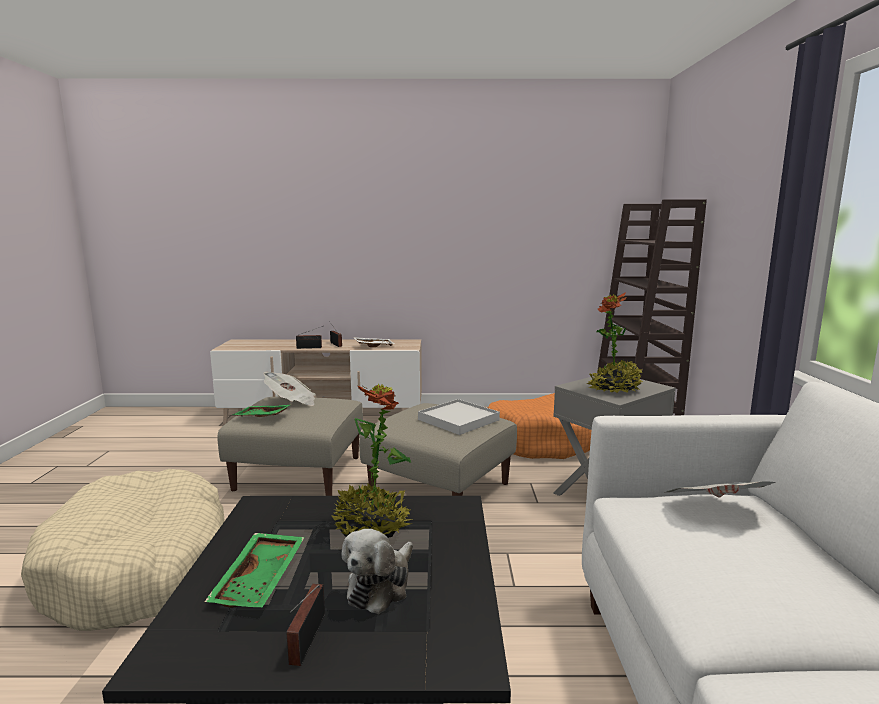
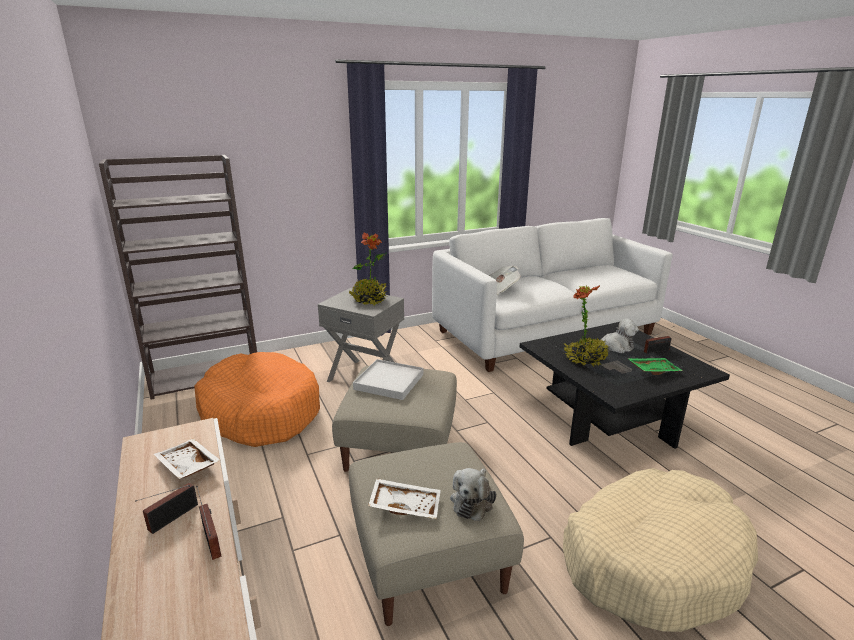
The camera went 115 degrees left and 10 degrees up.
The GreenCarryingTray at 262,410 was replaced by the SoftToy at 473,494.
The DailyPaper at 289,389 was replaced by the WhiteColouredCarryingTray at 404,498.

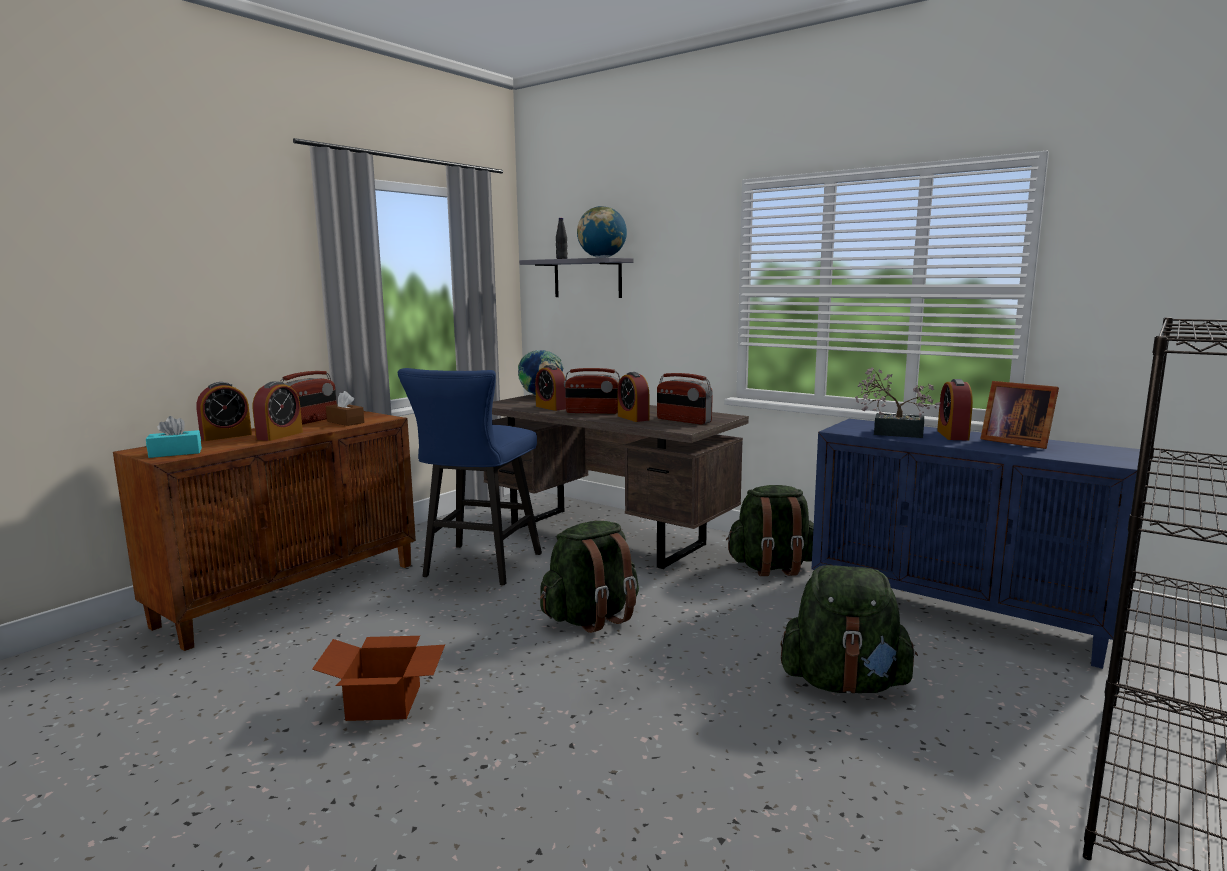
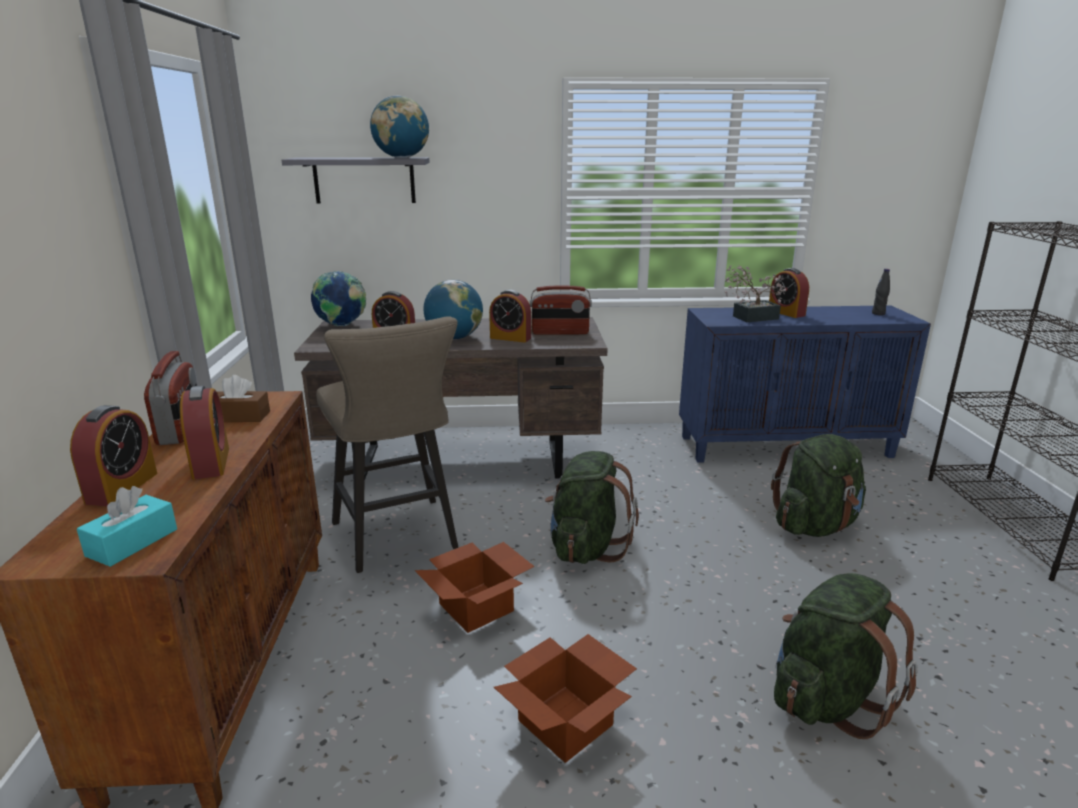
The camera went 40 degrees left and 10 degrees up.
The BlueColouredStoolSeat at 470,476 became the SandColouredStoolSeat at 387,444.
The BlackColouredBeverageBottle moved from 562,238 to 881,292.
The Radio at 592,391 was replaced by the DeskGlobe at 453,309.
The GreenKnapsack moved from 770,530 to 846,656.
The PhotoFrame at 1019,415 disappeared.
The Carton at 475,587 appeared.

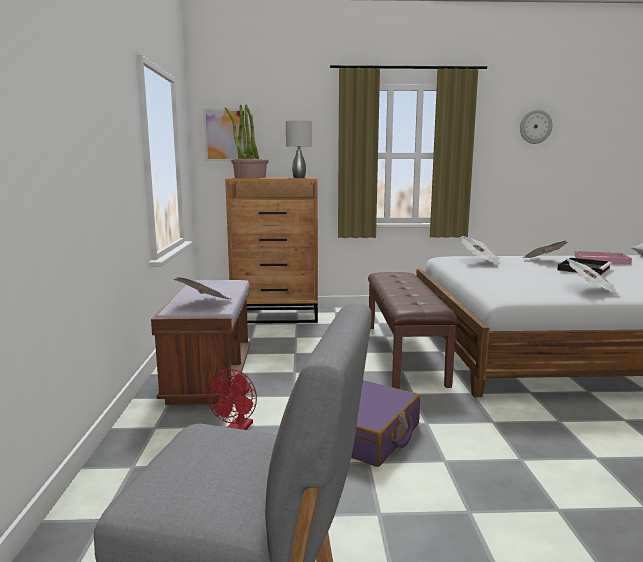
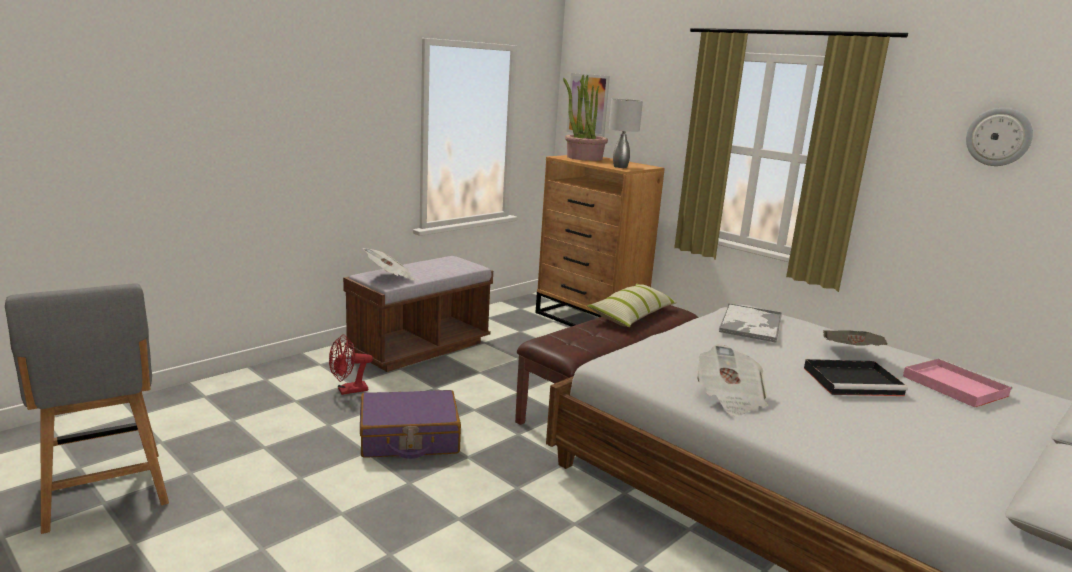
The camera went 45 degrees right and 5 degrees up.
The DailyPaper at 480,250 was replaced by the CarryingTray at 750,323.
The ThrowPillow at 632,305 appeared.

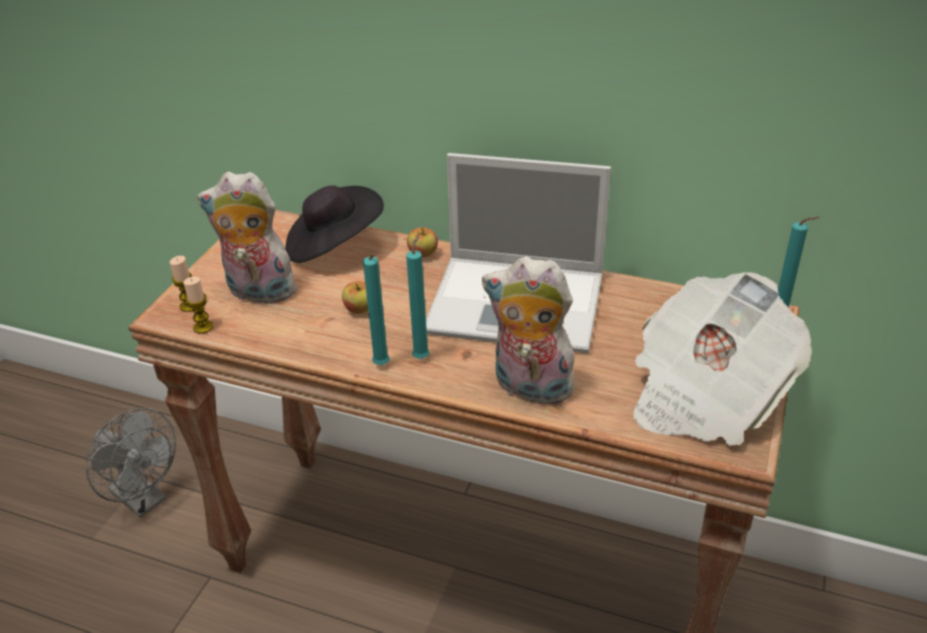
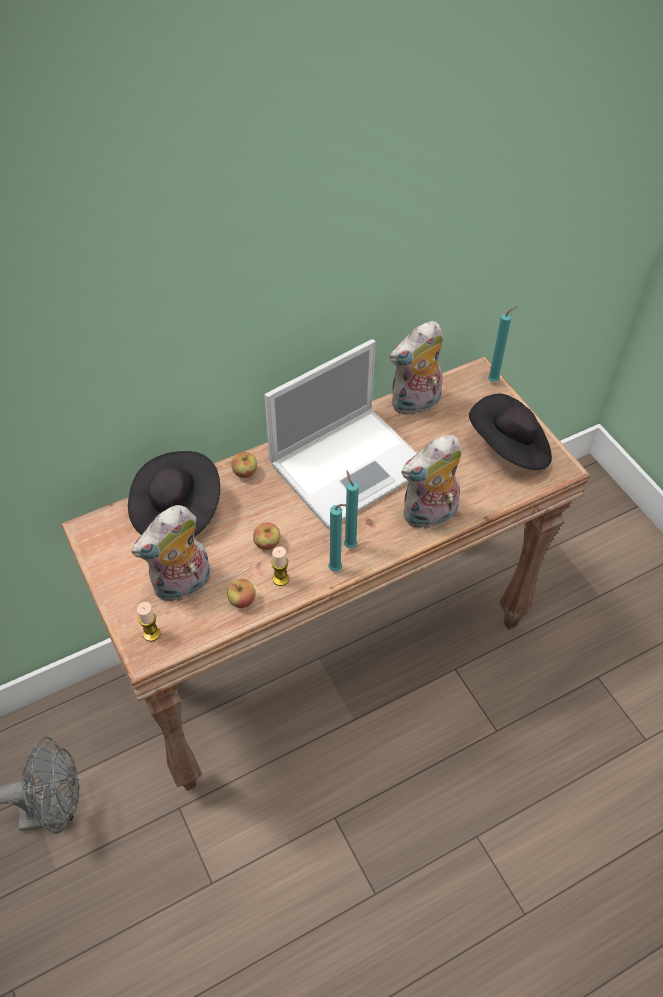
The camera went 50 degrees left and 15 degrees up.
The WaxLight moved from 198,305 to 280,566.
The DailyPaper at 722,359 was replaced by the BlackColouredClothingHat at 510,432.
The WholeApple at 241,593 appeared.
The SoftToy at 416,368 appeared.

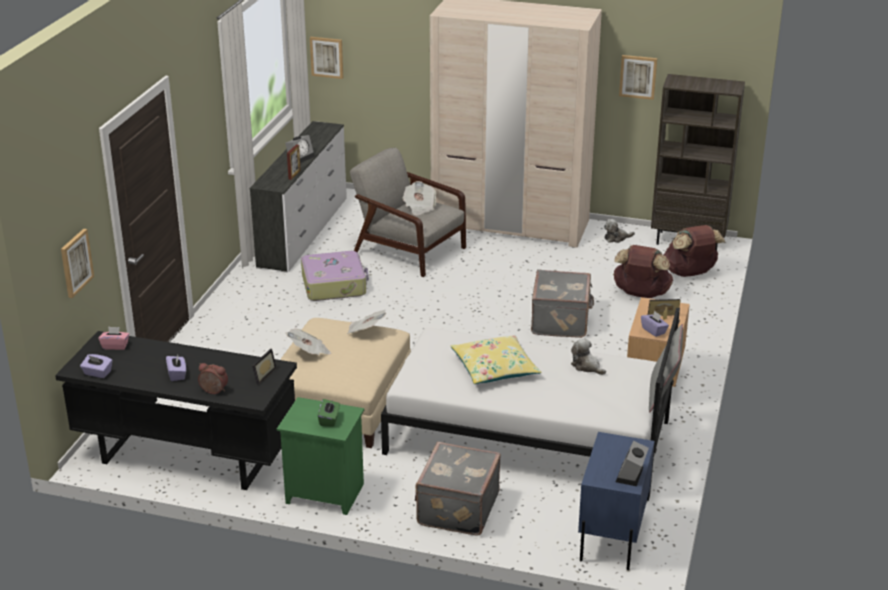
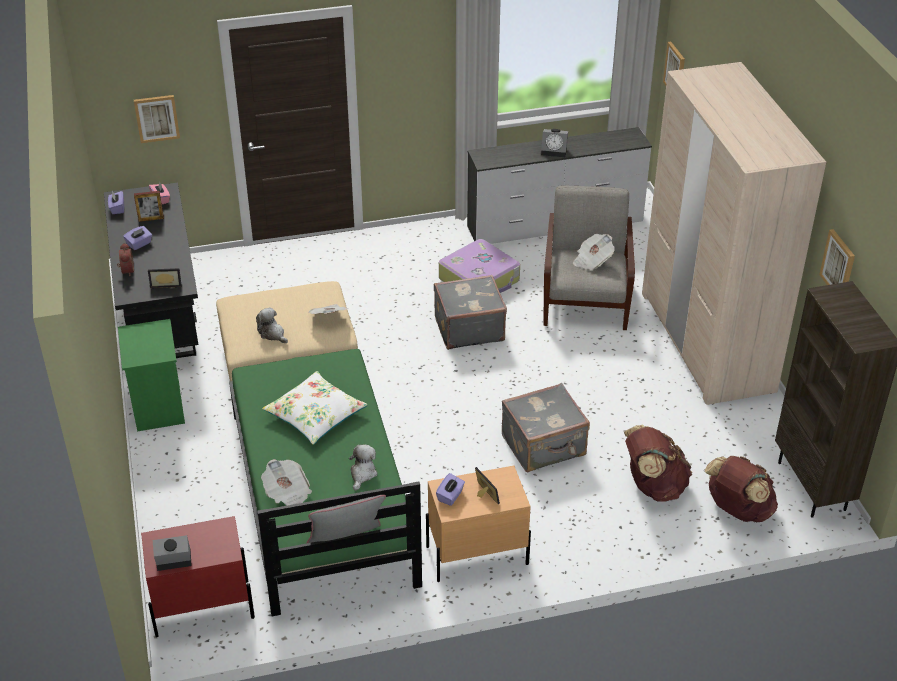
The camera went 60 degrees right and 10 degrees up.
The DailyPaper moved from 309,342 to 286,482.
The PhotoFrame moved from 294,162 to 149,206.
The GreenTissueBox at 329,413 disappeared.
The WhiteColouredSleepingBed at 530,404 became the GreenSleepingBed at 325,482.
The GreySuitcase moved from 458,489 to 470,312.
The YellowColouredThrowPillow at 496,359 became the WhiteColouredThrowPillow at 315,408.
The BlueColouredBedsideTable at 616,501 became the ReddishBedsideTable at 198,576.
The SoftToy moved from 619,231 to 272,325.

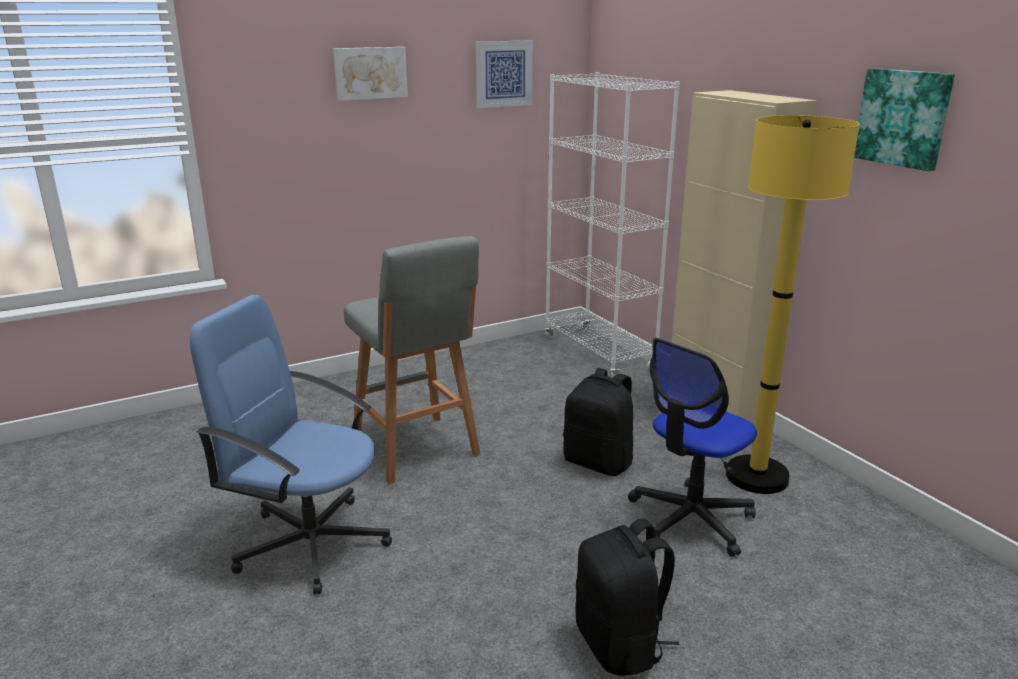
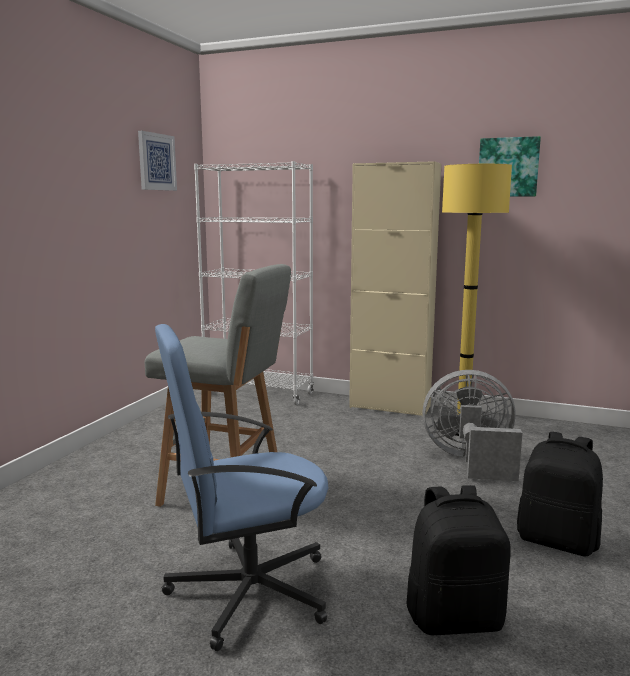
The camera went 40 degrees left and 10 degrees down.
The WallPicture at 370,74 disappeared.
The BlackColouredKnapsack moved from 598,422 to 459,560.
The OfficeChair at 692,447 was replaced by the GreyCoolingFan at 472,425.

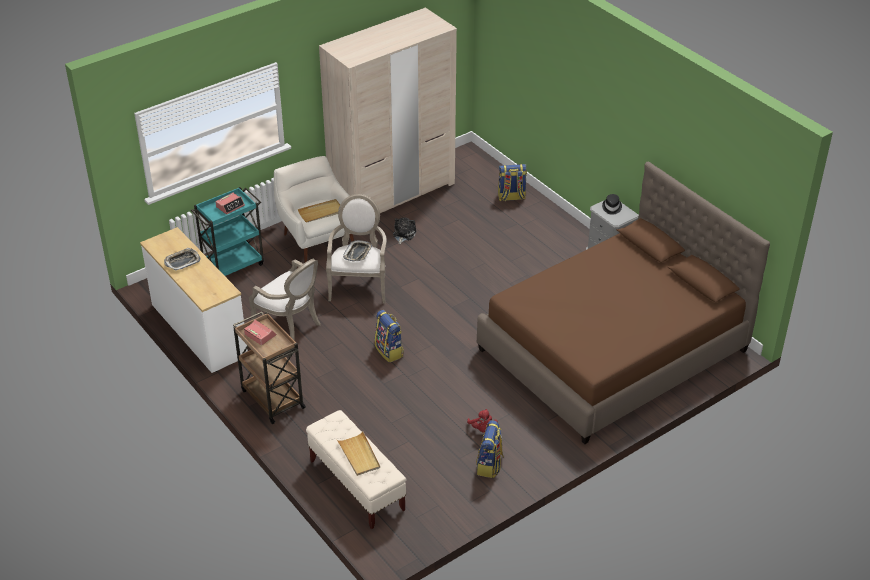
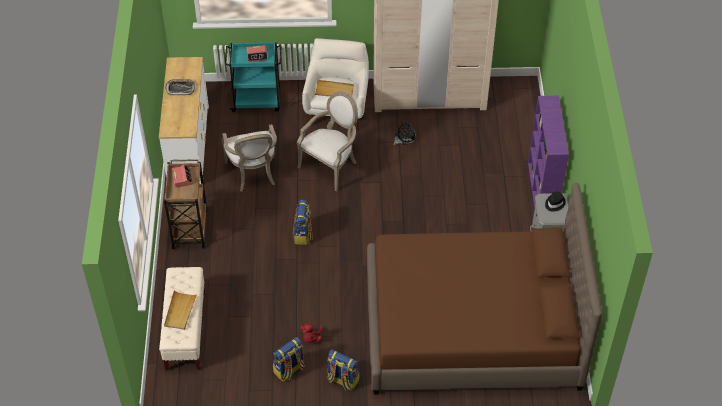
The camera went 35 degrees right and 10 degrees up.
The CarryingTray at 357,251 disappeared.
The Knapsack moved from 512,182 to 343,370.
The PurpleColouredBookshelf at 548,152 appeared.

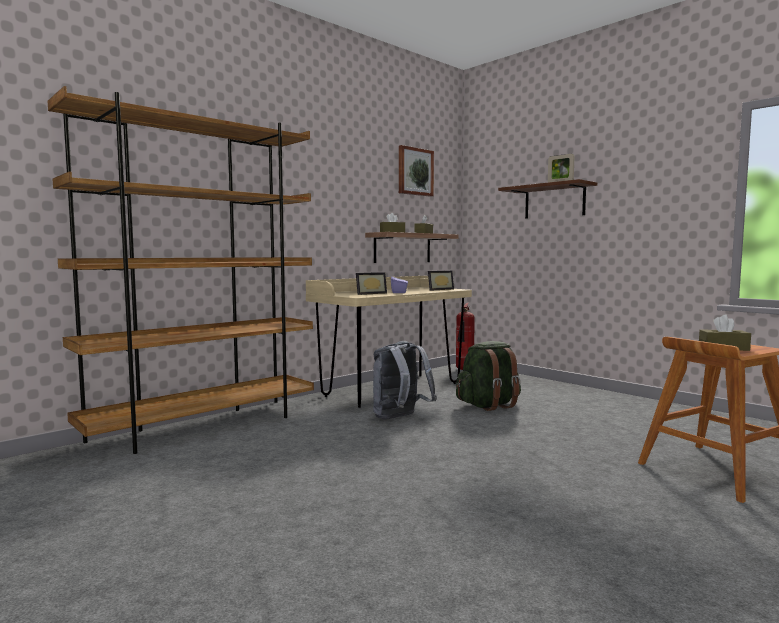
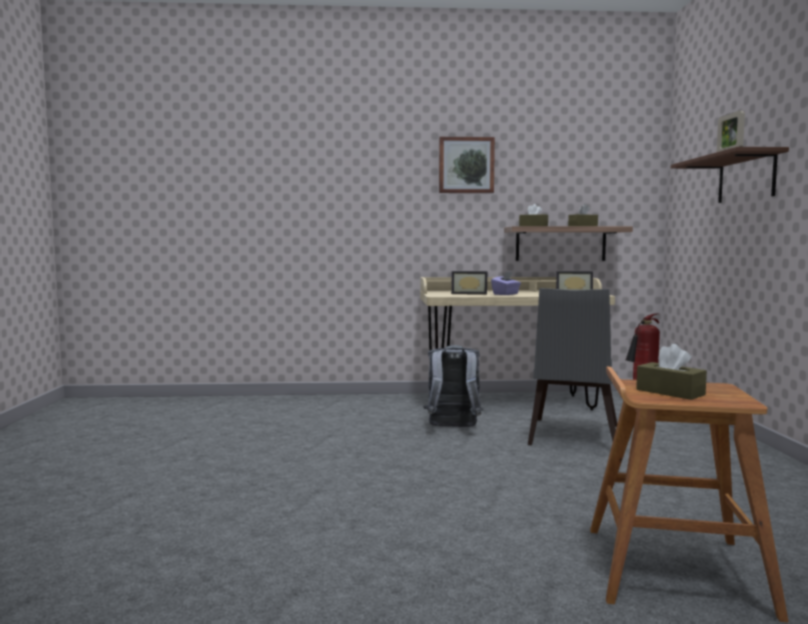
The camera went 40 degrees right and 0 degrees up.
The BrownishBookshelf at 181,270 disappeared.
The WallPicture moved from 416,171 to 467,165.
The GreenKnapsack at 488,376 was replaced by the GreyUprightChair at 572,366.

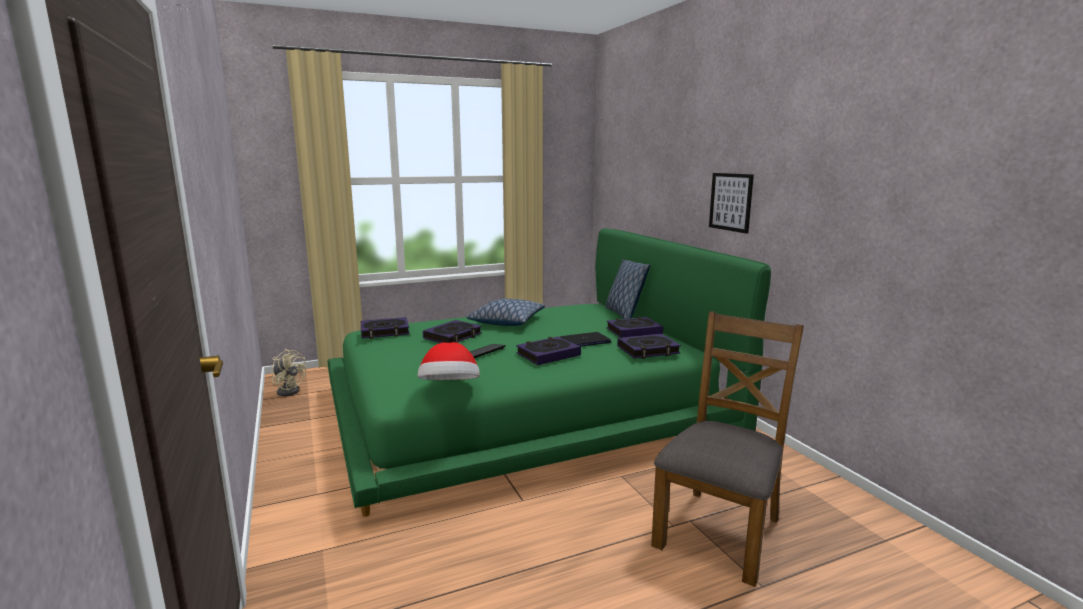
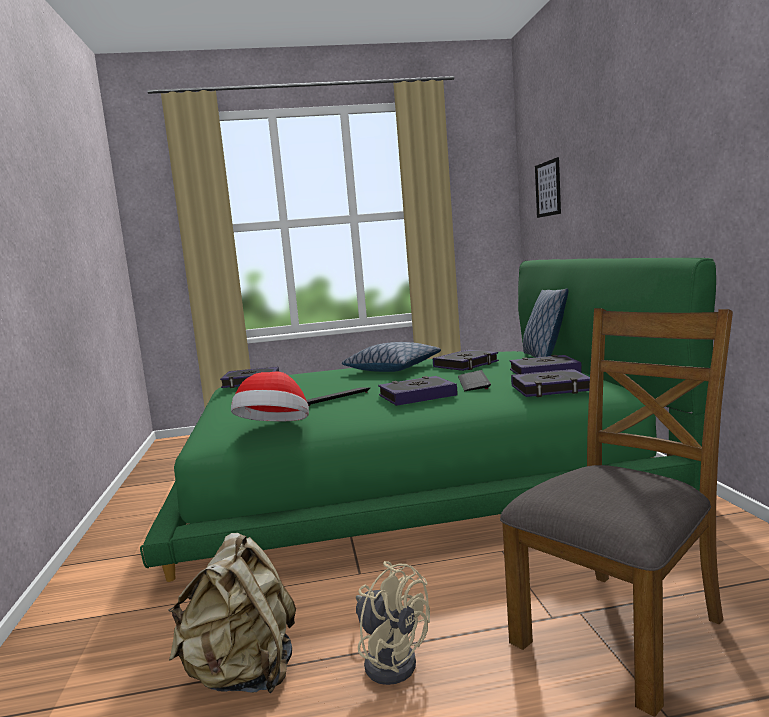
The camera went 15 degrees right and 5 degrees down.
The SandColouredCoolingFan moved from 289,372 to 393,623.
The Book moved from 452,331 to 466,360.
The PortableComputer at 586,339 was replaced by the ComputerKeyboard at 474,380.
The WallPicture moved from 731,203 to 548,187.
The SandColouredKnapsack at 232,613 appeared.

